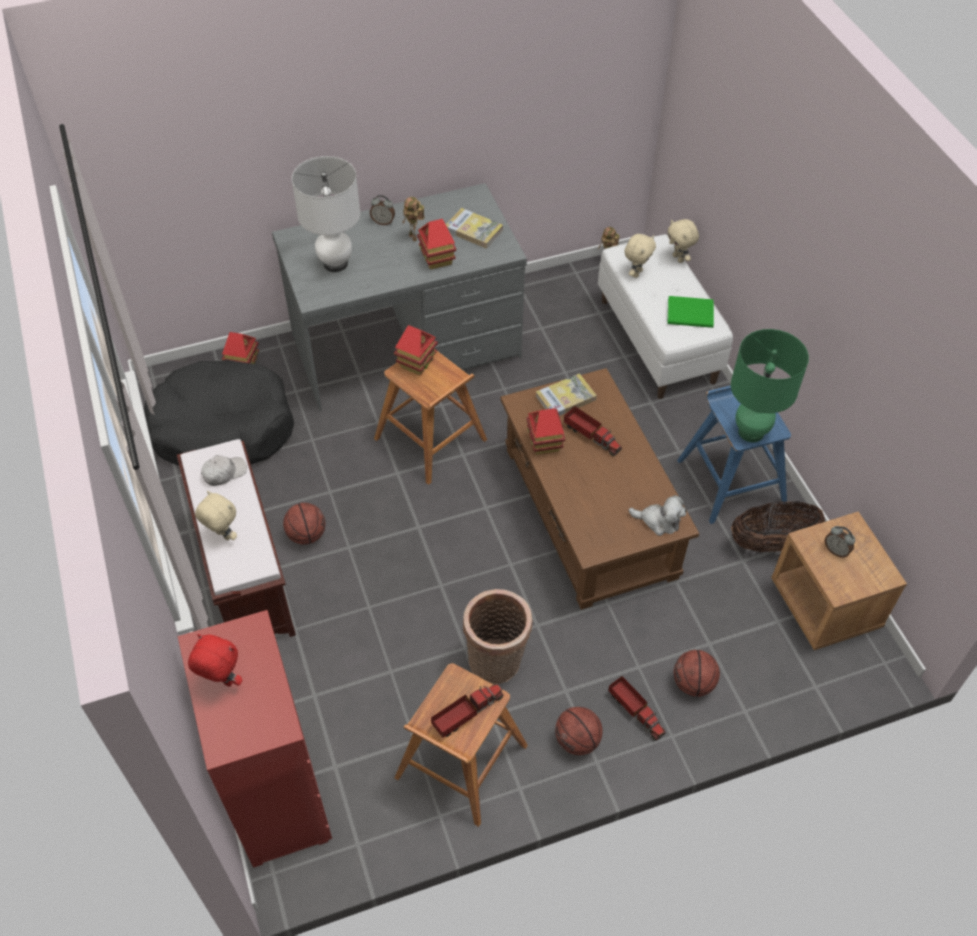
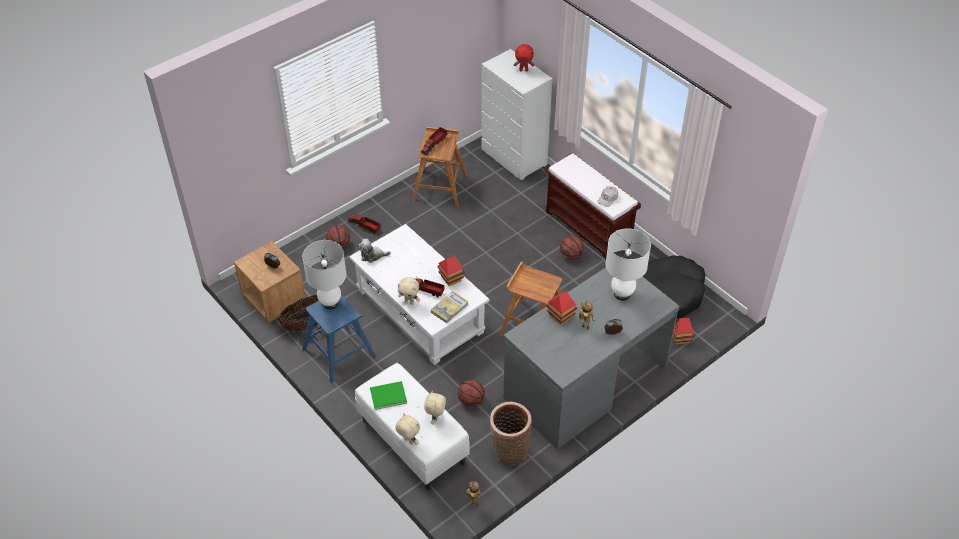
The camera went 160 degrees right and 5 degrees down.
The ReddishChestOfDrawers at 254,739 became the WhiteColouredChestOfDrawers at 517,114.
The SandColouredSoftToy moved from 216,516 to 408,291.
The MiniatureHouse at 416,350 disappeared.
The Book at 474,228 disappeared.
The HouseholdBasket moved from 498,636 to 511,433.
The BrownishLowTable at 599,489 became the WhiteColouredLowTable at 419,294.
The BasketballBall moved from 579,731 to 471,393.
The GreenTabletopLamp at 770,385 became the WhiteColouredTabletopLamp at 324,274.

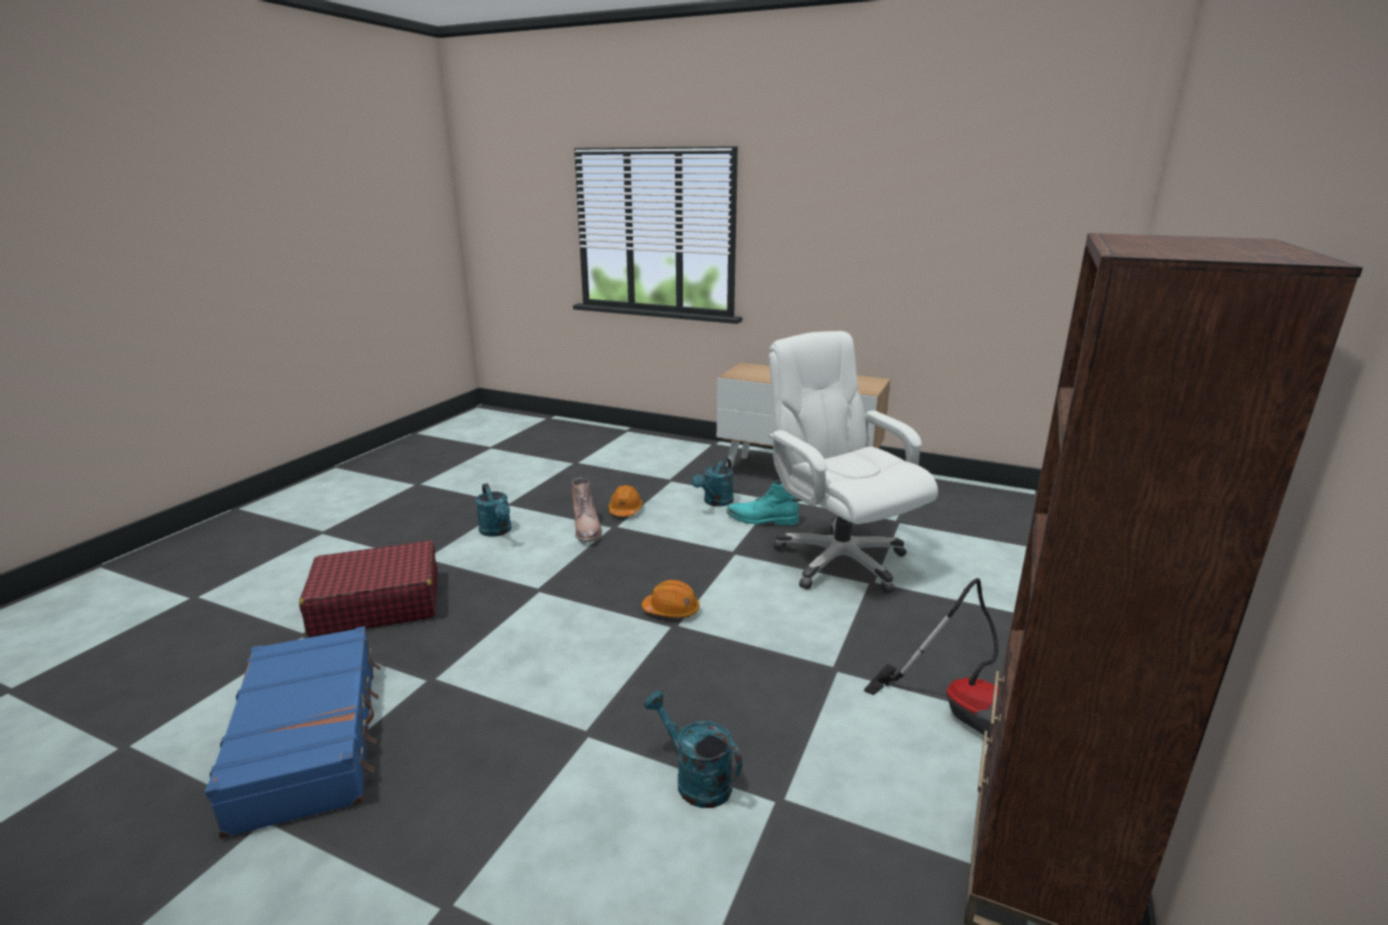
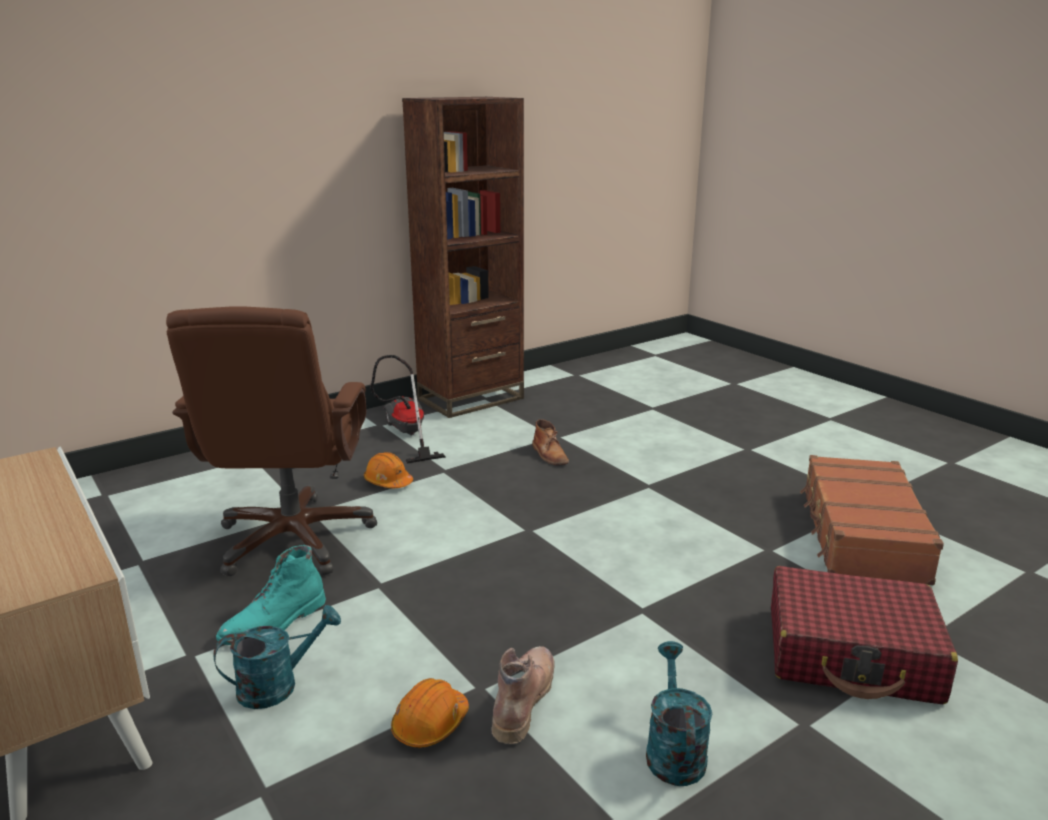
The camera went 150 degrees left and 0 degrees up.
The BlueColouredSuitcase at 293,732 became the BrownishSuitcase at 872,520.
The OrangeSafetyHelmet moved from 671,599 to 388,470.
The TurquoiseWateringCan at 693,749 disappeared.
The TurquoiseBoot at 762,502 turned 90 degrees clockwise.
The WhiteColouredOfficeChair at 853,462 became the BrownishOfficeChair at 271,441.
The BrownishBoot at 550,442 appeared.

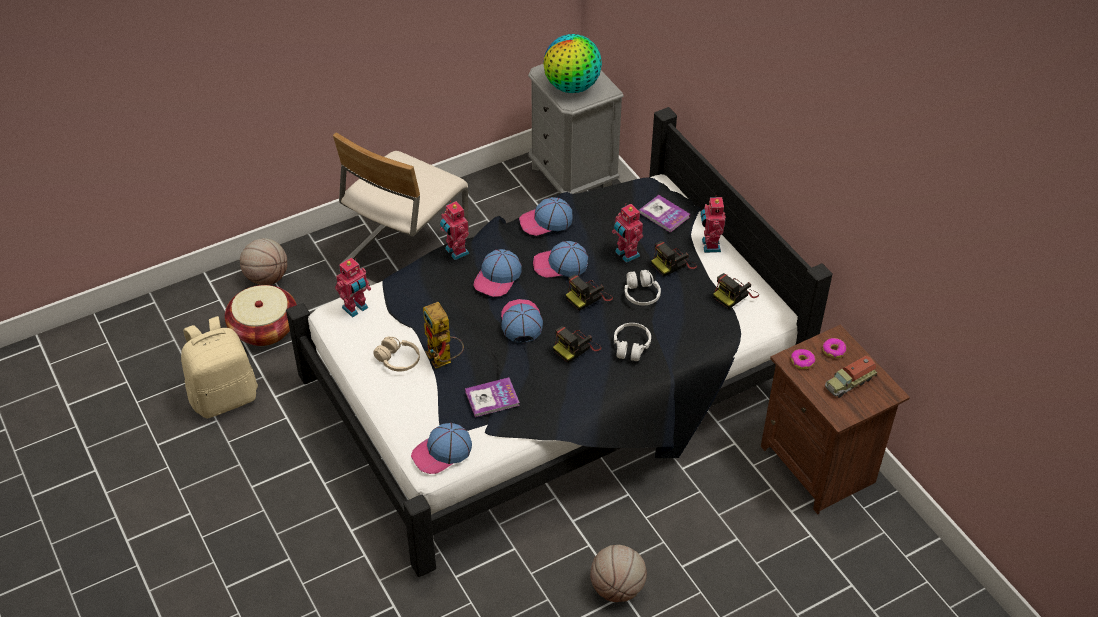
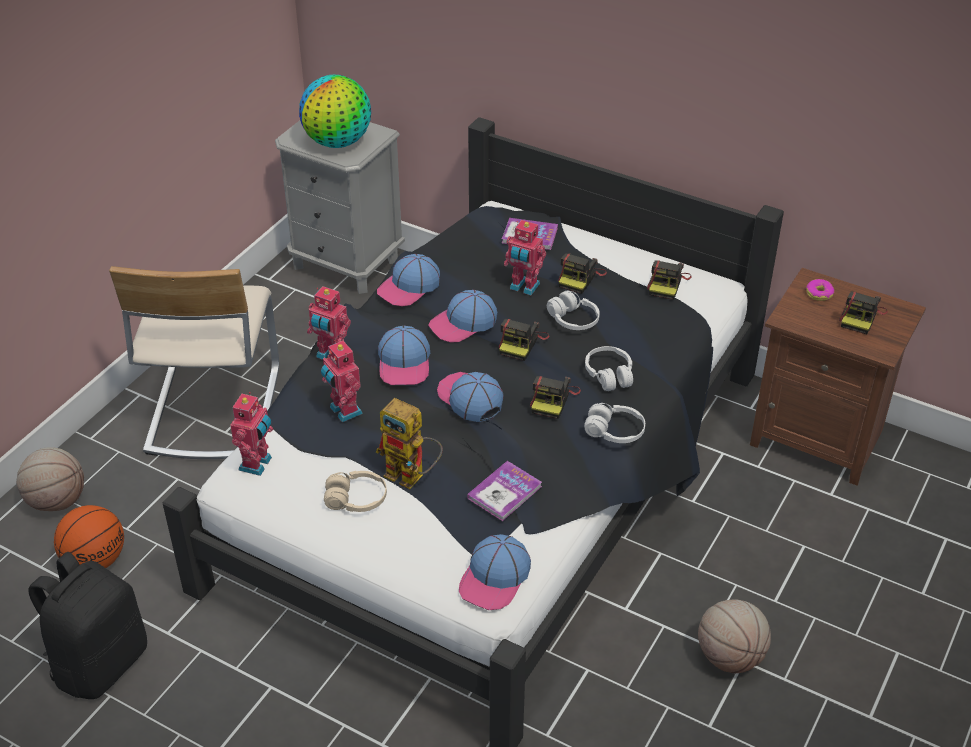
The camera went 30 degrees left and 5 degrees down.
The SandColouredKnapsack at 219,367 became the BlackColouredKnapsack at 87,625.
The HouseholdBasket at 261,315 was replaced by the BasketballBall at 89,536.
The ModelRobot moved from 713,224 to 342,381.
The Donut at 803,359 disappeared.
The ToyTruck at 851,376 was replaced by the PhotoCamera at 863,312.
The WhiteColouredHeadset at 614,423 appeared.

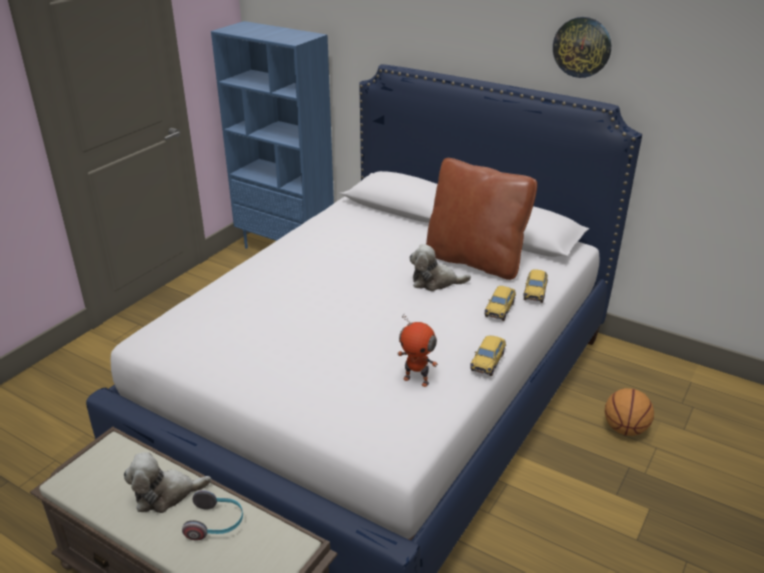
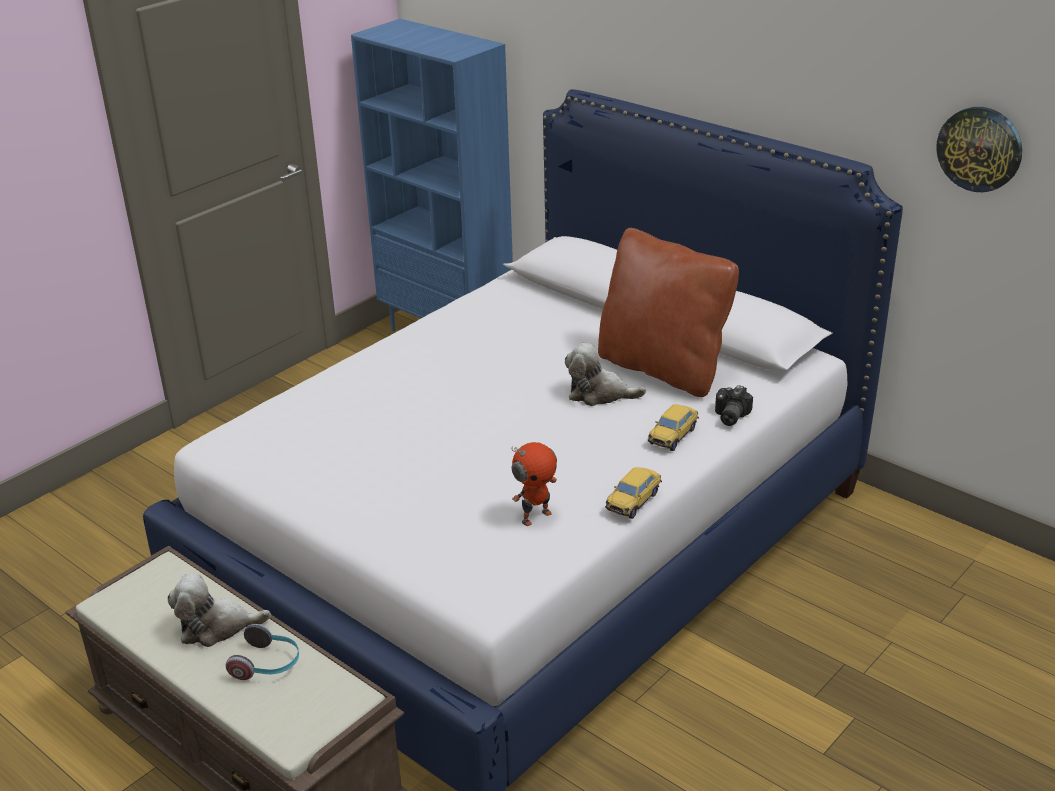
The camera went 10 degrees right and 0 degrees up.
The ModelRobot at 417,350 turned 75 degrees counterclockwise.
The ModelCar at 536,286 was replaced by the PhotoCamera at 734,405.
The HangingClock moved from 582,47 to 979,149.
The BasketballBall at 629,412 disappeared.

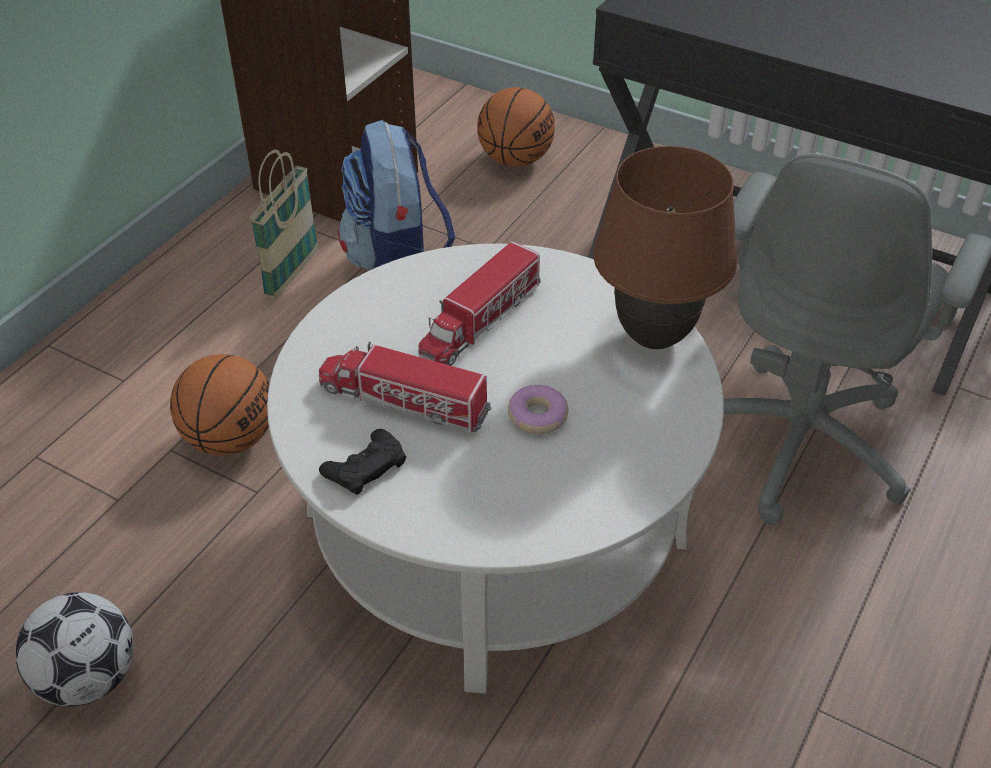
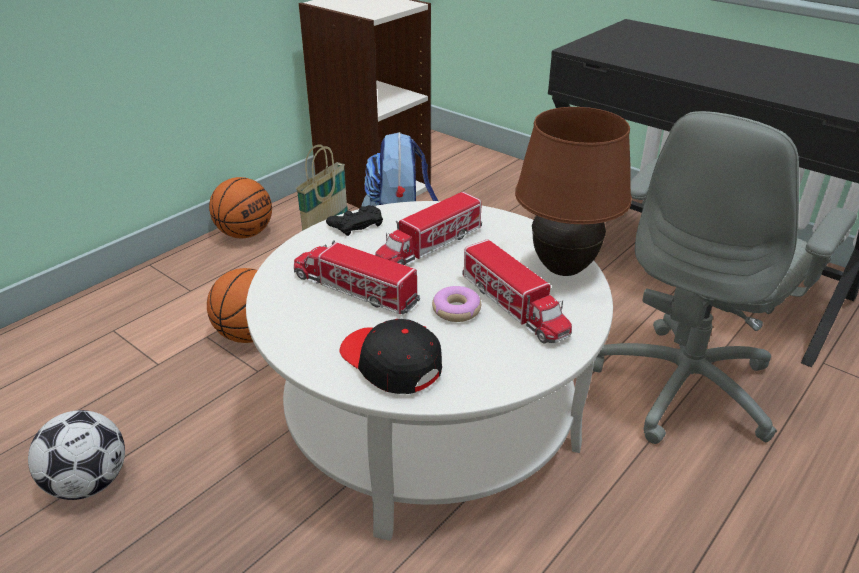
The camera went 10 degrees right and 10 degrees down.
The BlackColouredGamepad moved from 362,462 to 354,220.
The BasketballBall moved from 516,127 to 240,207.
The BlackColouredBaseballCap at 391,356 appeared.
The ToyTruck at 517,291 appeared.

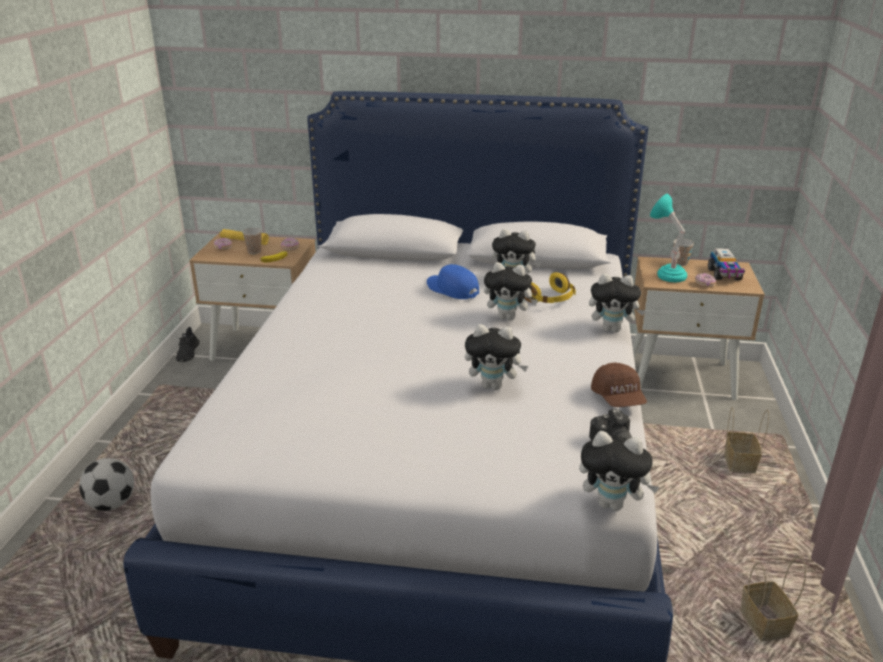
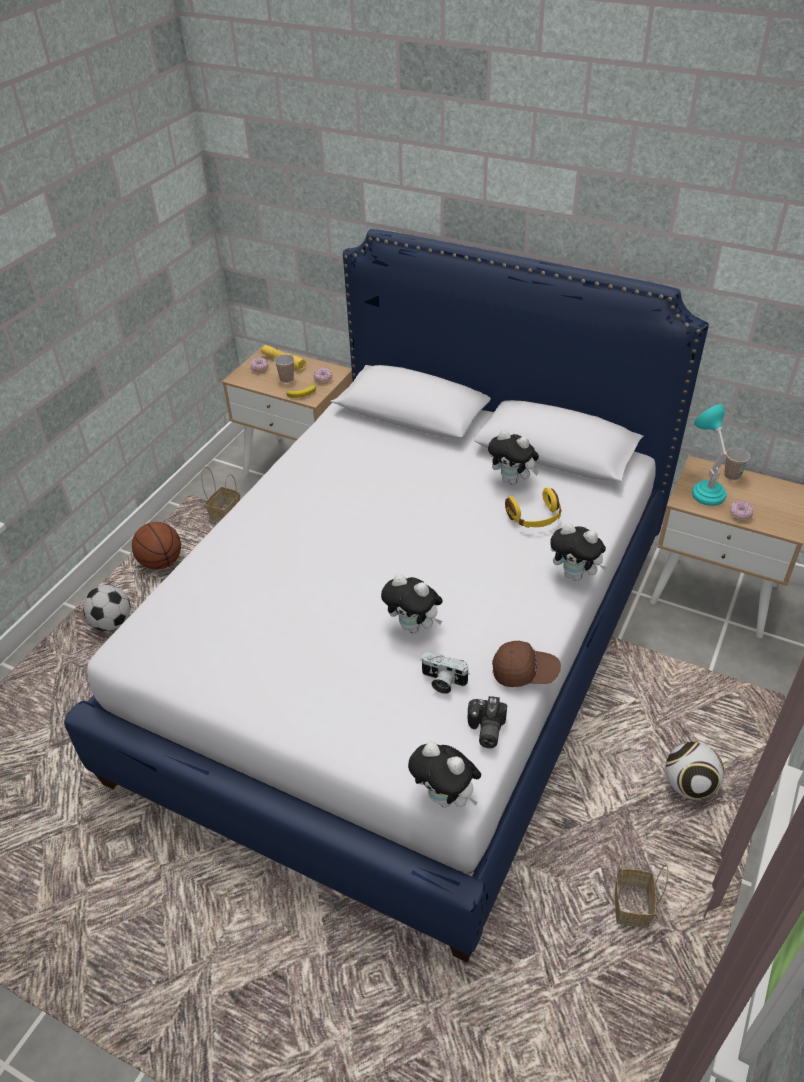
The camera went 20 degrees right and 15 degrees up.
The BlackColouredItemOfFootwear at 188,344 disappeared.
The BlueColouredBaseballCap at 453,281 disappeared.
The SoftToy at 511,291 disappeared.
The BrownishBaseballCap at 619,384 turned 90 degrees counterclockwise.
The ToyTruck at 726,264 disappeared.
The HouseholdBasket moved from 746,440 to 220,495.
The BasketballBall at 156,546 appeared.
The PhotoCamera at 445,673 appeared.
The Football at 694,771 appeared.

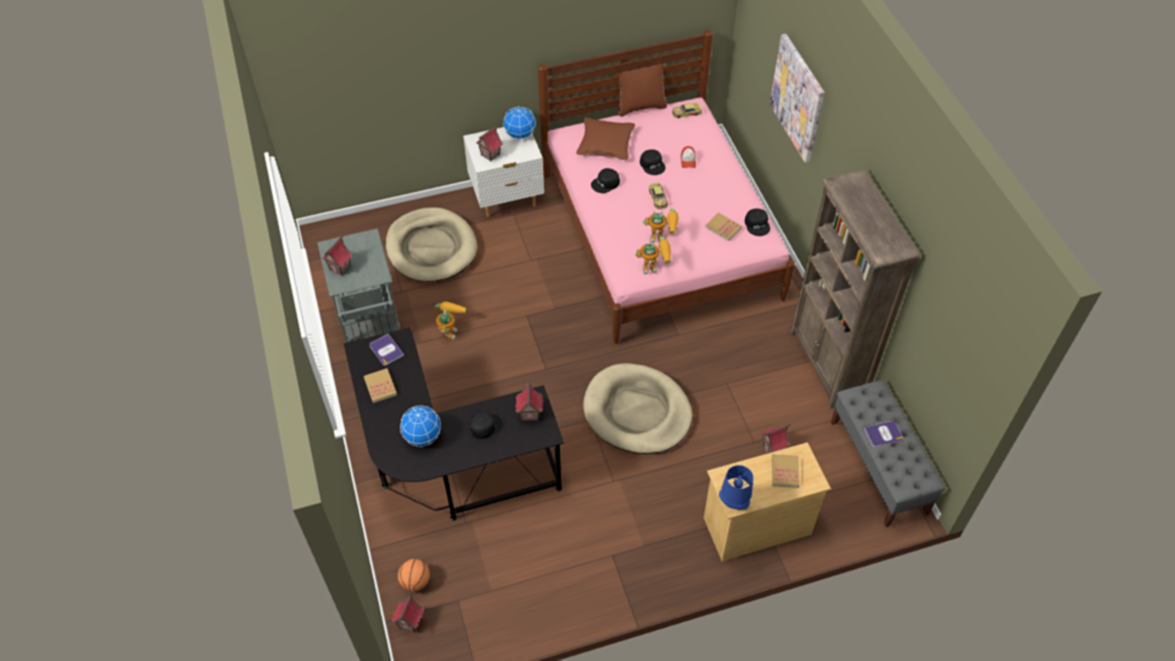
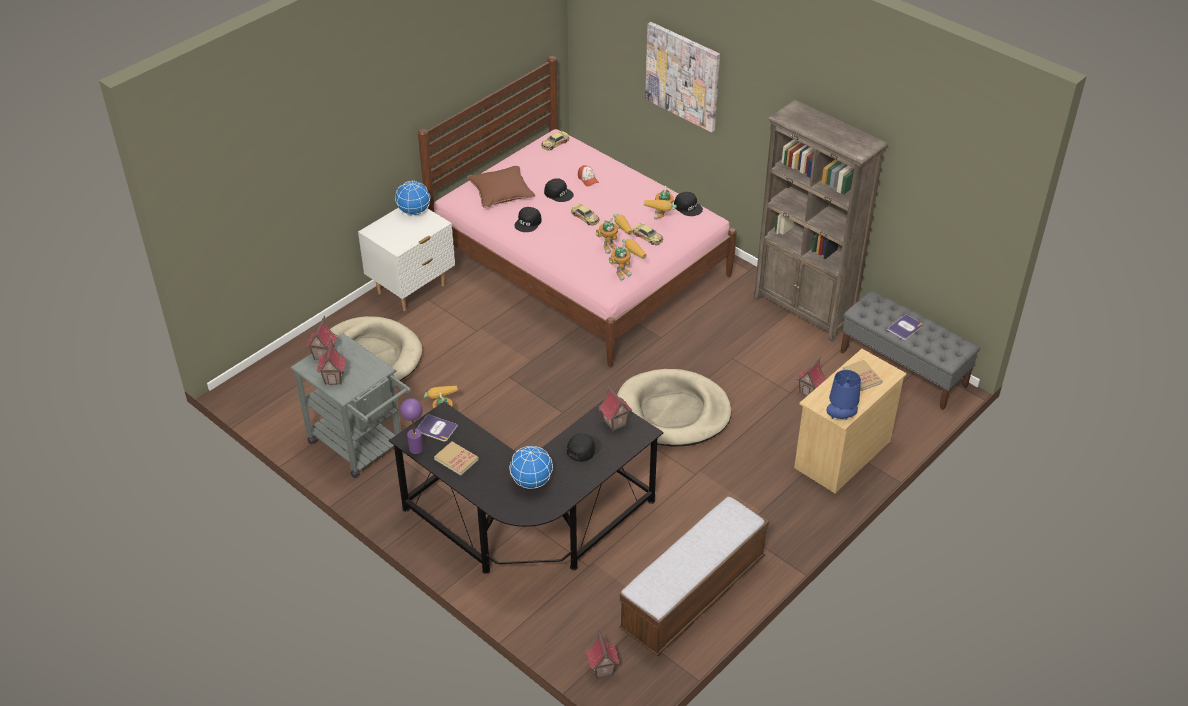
The camera went 30 degrees left and 10 degrees down.
The BasketballBall at 414,575 disappeared.
The MiniatureHouse moved from 489,143 to 321,338.
The BrownishThrowPillow at 641,90 disappeared.
The Book at 723,227 was replaced by the ModelRobot at 660,203.
The PurpleColouredTabletopLamp at 411,426 appeared.
The LongSeat at 694,576 appeared.
The ModelCar at 648,235 appeared.

